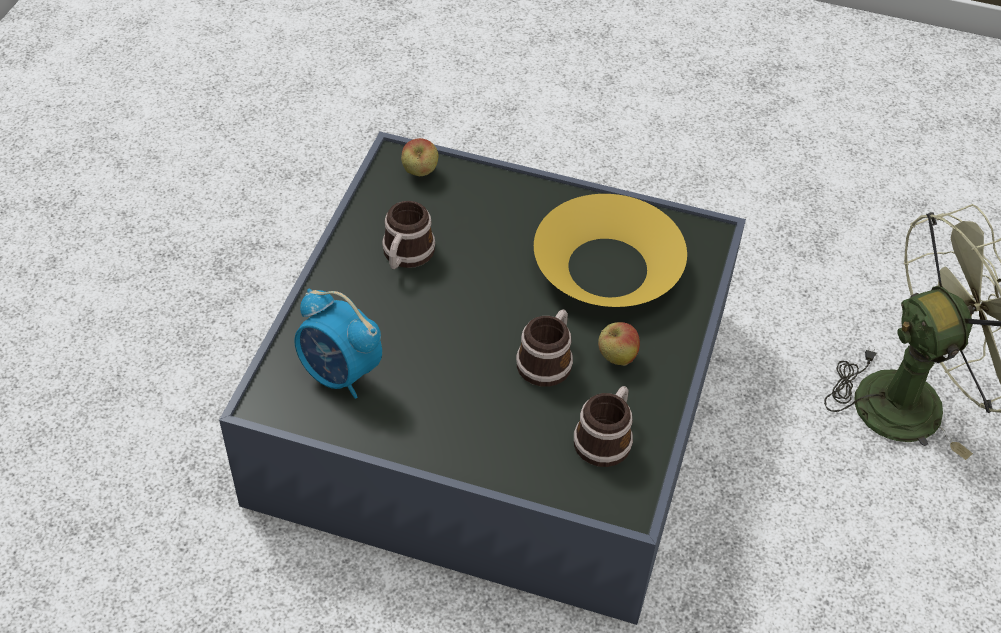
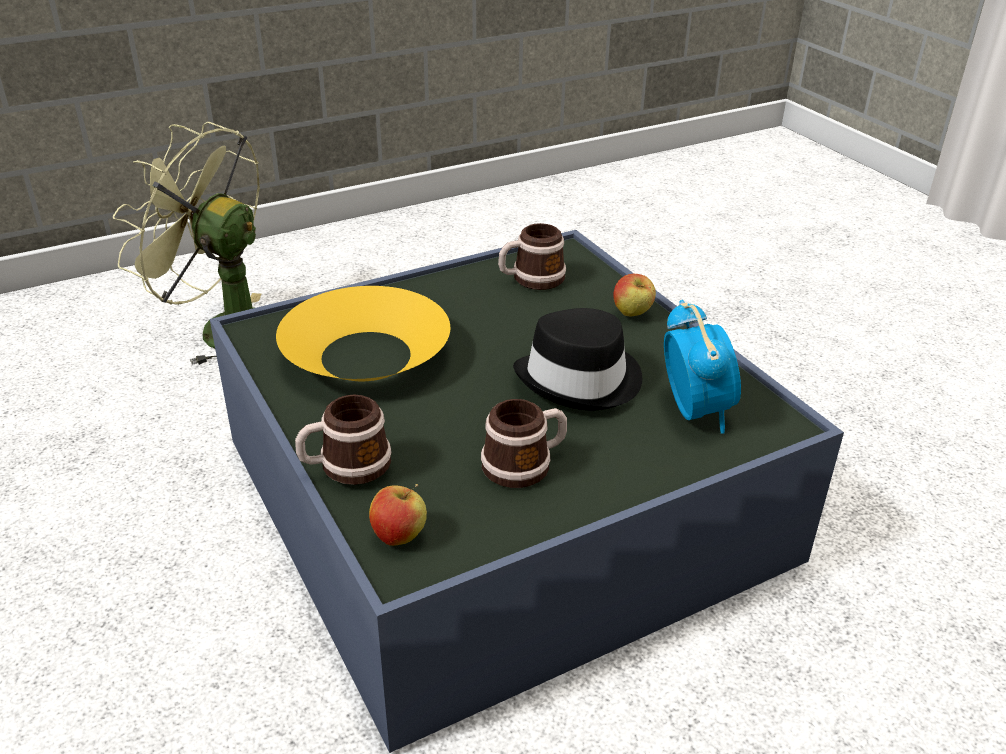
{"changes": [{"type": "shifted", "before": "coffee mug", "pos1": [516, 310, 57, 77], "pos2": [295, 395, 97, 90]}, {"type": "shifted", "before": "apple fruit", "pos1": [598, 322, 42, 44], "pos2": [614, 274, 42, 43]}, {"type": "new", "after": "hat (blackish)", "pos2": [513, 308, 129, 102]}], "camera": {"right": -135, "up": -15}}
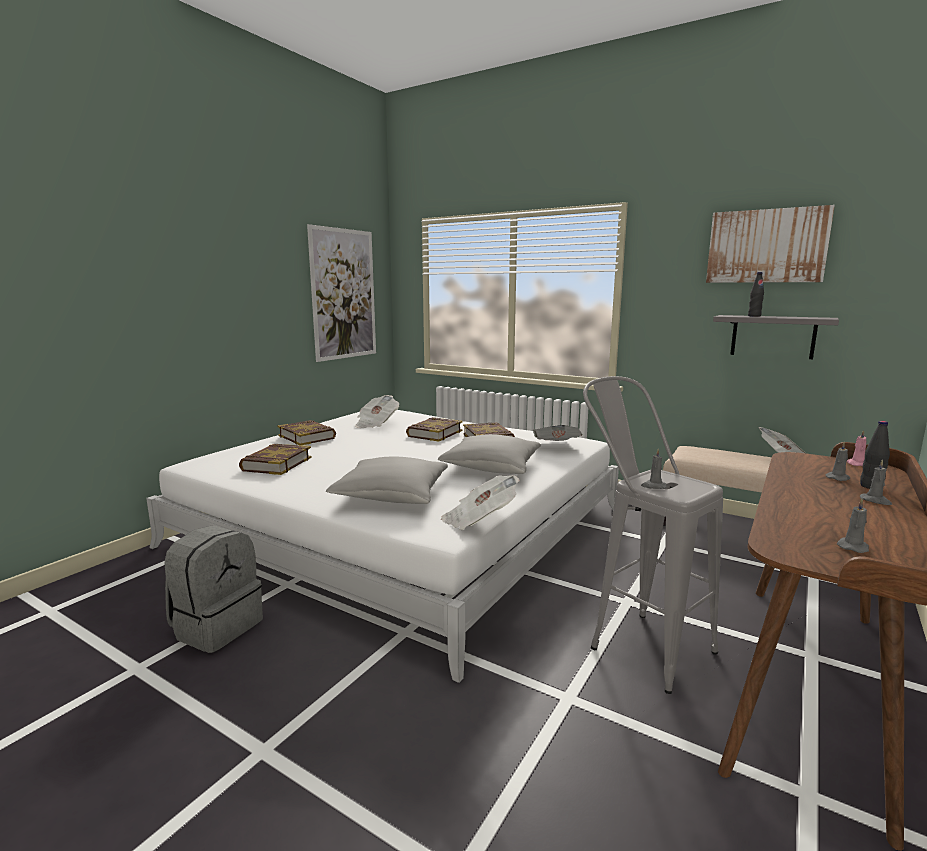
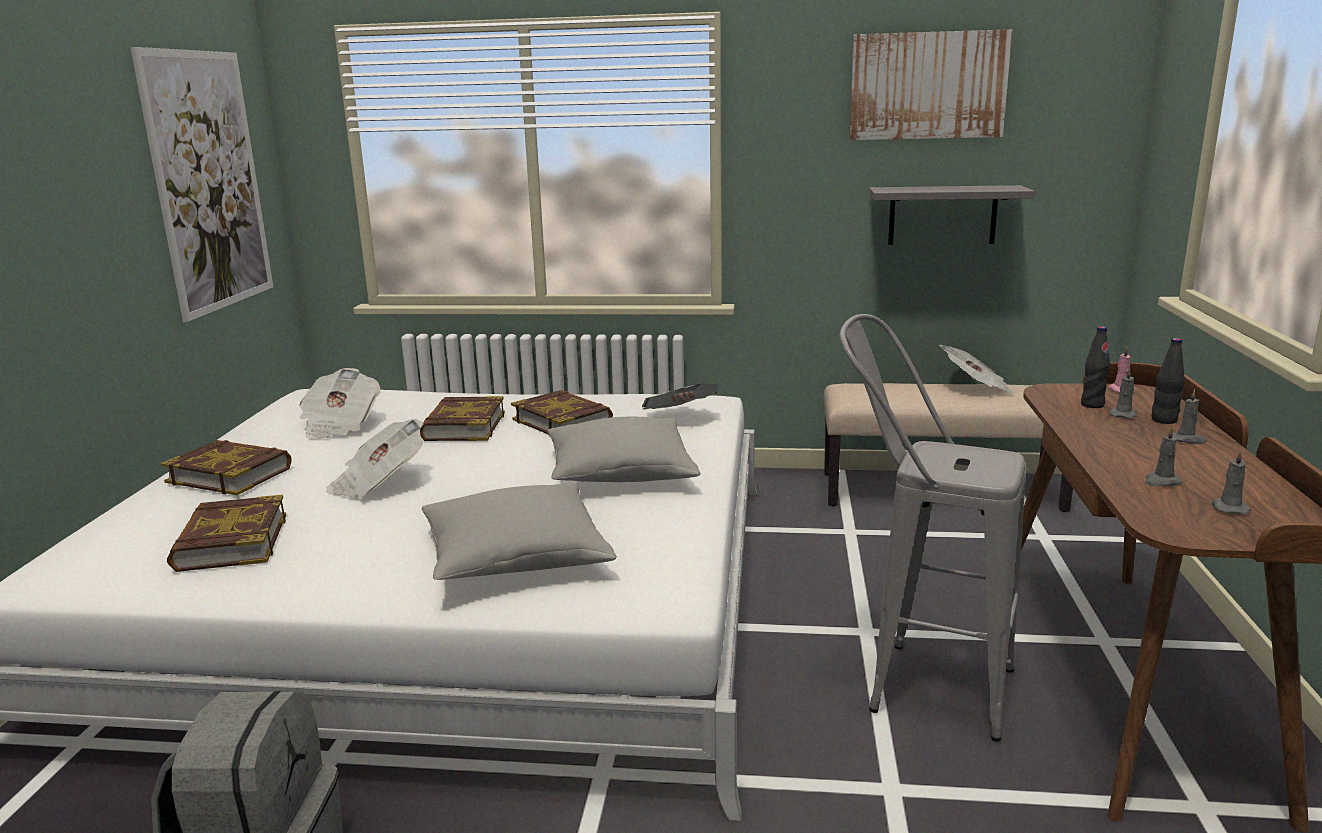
{"changes": [{"type": "shifted", "before": "newspaper", "pos1": [441, 475, 79, 55], "pos2": [326, 419, 98, 79]}, {"type": "shifted", "before": "wax candle (greyish)", "pos1": [641, 449, 26, 40], "pos2": [1145, 426, 37, 61]}, {"type": "shifted", "before": "bottle (blackish)", "pos1": [748, 272, 16, 45], "pos2": [1081, 326, 29, 82]}], "camera": {"right": -25, "up": 5}}
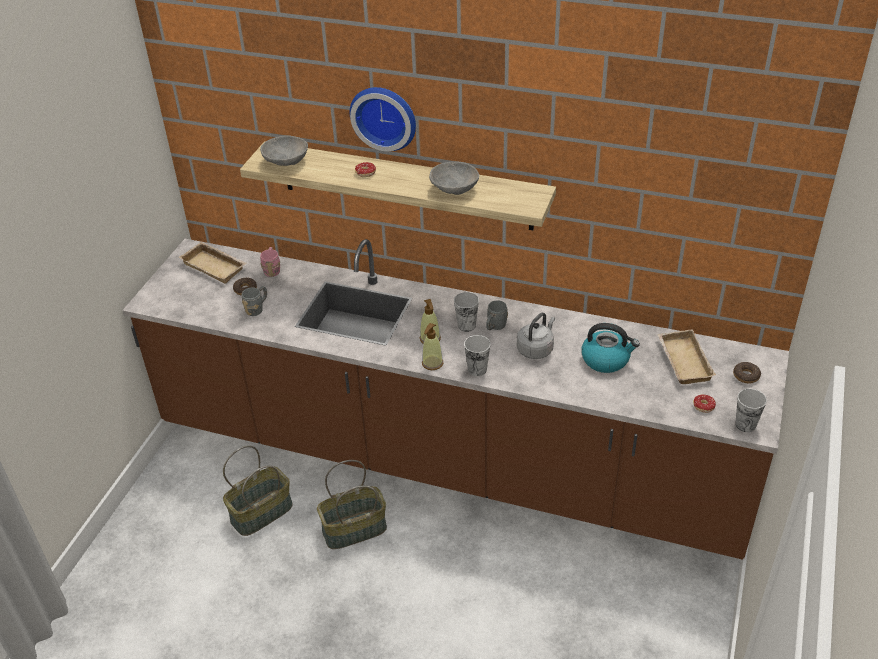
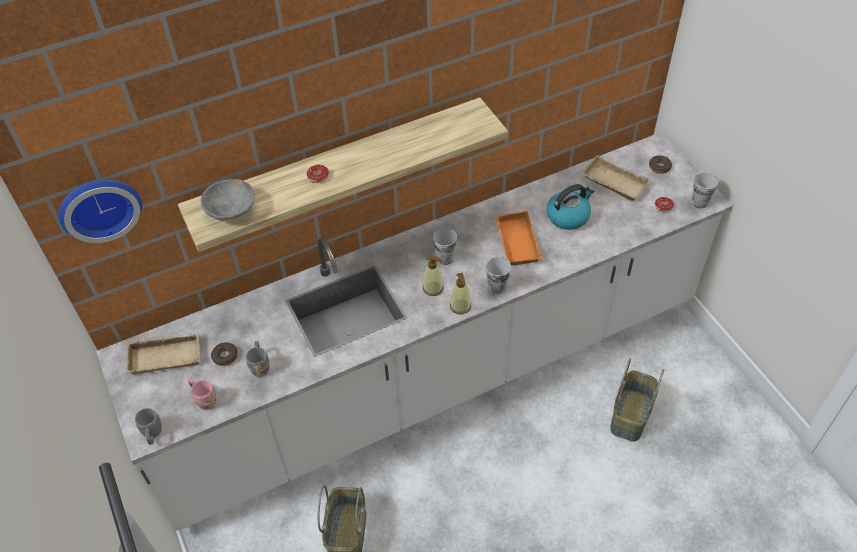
{"changes": [{"type": "repainted", "before": "kitchen counter (brown-coloured)", "after": "kitchen counter (white-coloured)", "pos1": [122, 239, 667, 321], "pos2": [96, 132, 637, 399]}, {"type": "shifted", "before": "coffee mug (pinkish)", "pos1": [260, 247, 20, 30], "pos2": [188, 379, 28, 31]}, {"type": "shifted", "before": "storage basket", "pos1": [317, 460, 70, 89], "pos2": [610, 358, 54, 84]}, {"type": "shifted", "before": "clock on the wall", "pos1": [350, 87, 66, 64], "pos2": [59, 179, 83, 64]}, {"type": "gone", "before": "serving bowl (greyish)", "pos1": [429, 162, 50, 33]}, {"type": "shifted", "before": "coffee mug (greyish)", "pos1": [486, 300, 22, 30], "pos2": [135, 408, 27, 37]}, {"type": "swapped", "before": "tea kettle (greyish)", "after": "tray (orange)", "pos1": [517, 313, 38, 46], "pos2": [495, 211, 47, 54]}], "camera": {"right": -45, "up": 10}}
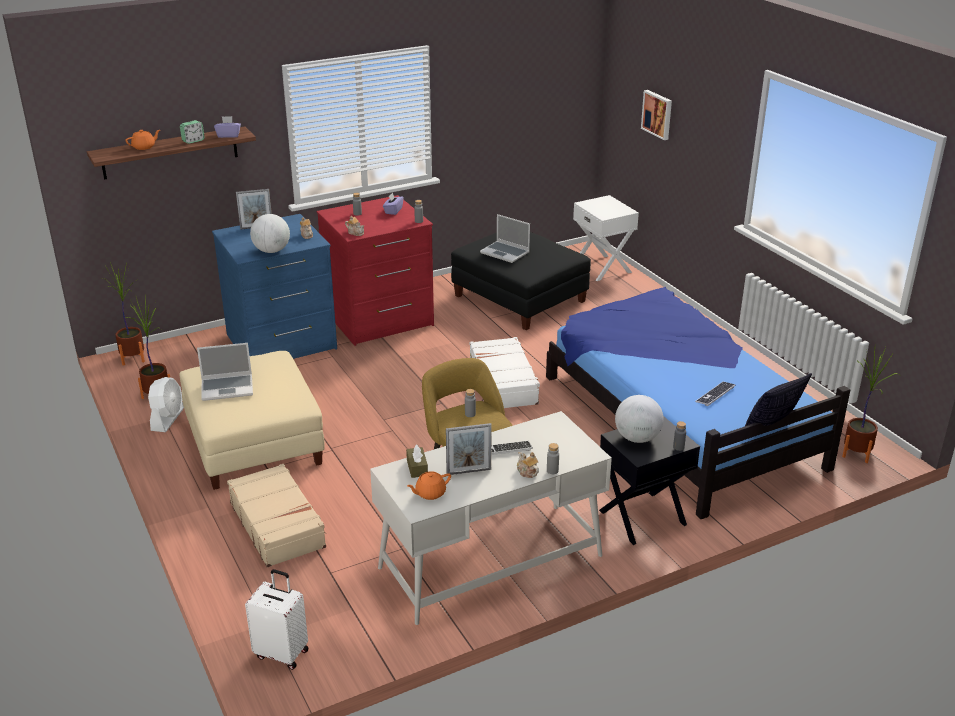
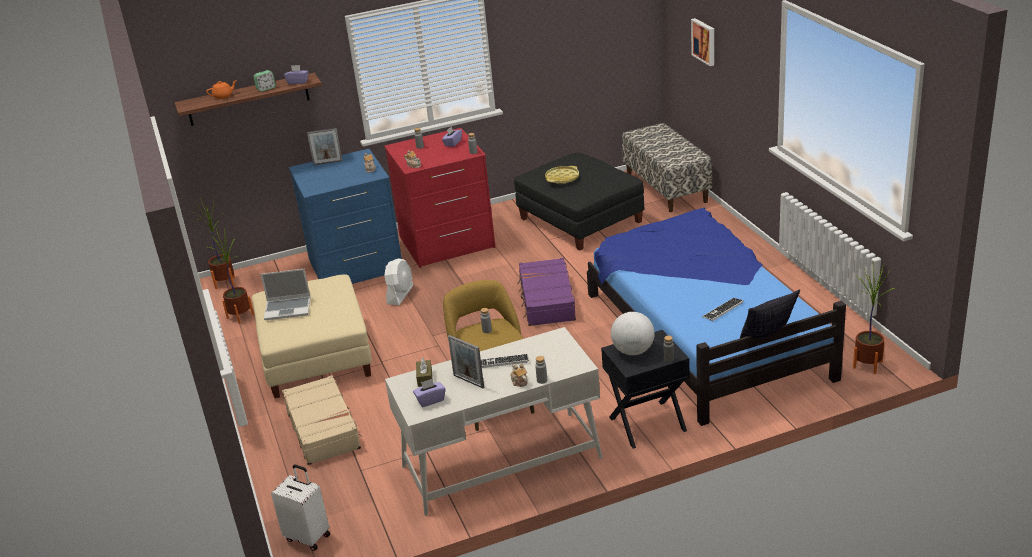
{"changes": [{"type": "shifted", "before": "fan (white-coloured)", "pos1": [148, 377, 36, 55], "pos2": [384, 258, 29, 47]}, {"type": "gone", "before": "globe", "pos1": [250, 214, 40, 39]}, {"type": "swapped", "before": "tea pot (orange)", "after": "tissue holder (purple)", "pos1": [407, 471, 44, 29], "pos2": [413, 379, 32, 28]}, {"type": "rotated", "before": "photo frame", "pos1": [446, 423, 46, 52], "pos2": [448, 335, 36, 53], "turn": 45}, {"type": "repainted", "before": "piece of luggage (white-coloured)", "after": "piece of luggage (purple)", "pos1": [470, 337, 70, 71], "pos2": [517, 258, 59, 68]}, {"type": "swapped", "before": "notebook computer", "after": "tray (yellow)", "pos1": [480, 214, 50, 49], "pos2": [545, 166, 34, 18]}, {"type": "swapped", "before": "bedside table (white-coloured)", "after": "indoor bench", "pos1": [573, 195, 66, 86], "pos2": [622, 123, 90, 89]}], "camera": {"right": 10, "up": 0}}
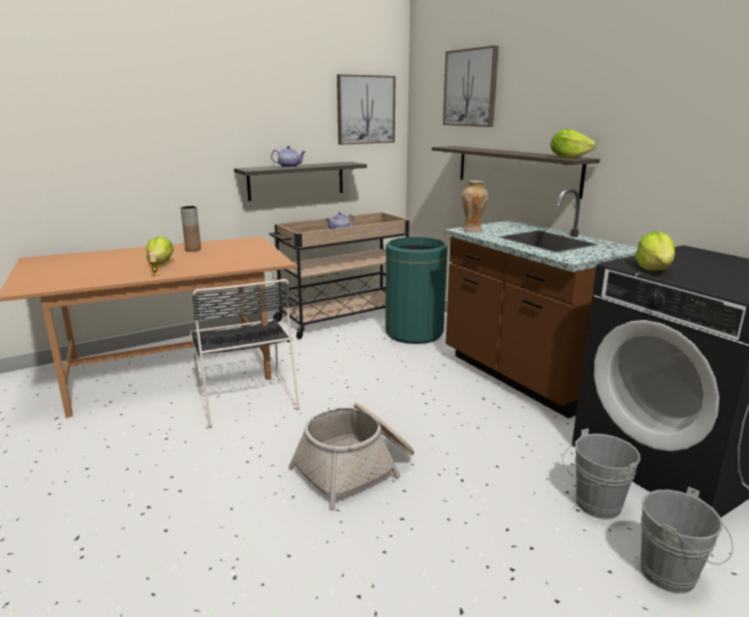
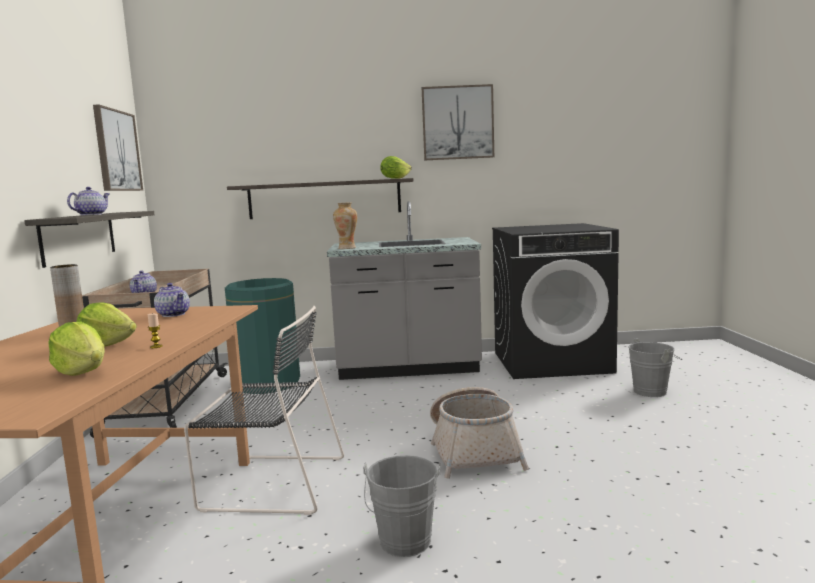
{"changes": [{"type": "shifted", "before": "wall picture", "pos1": [443, 45, 56, 82], "pos2": [422, 84, 72, 76]}, {"type": "repainted", "before": "kitchen counter (brown-coloured)", "after": "kitchen counter (greyish)", "pos1": [445, 188, 193, 230], "pos2": [327, 201, 155, 179]}, {"type": "shifted", "before": "pail (greyish)", "pos1": [562, 428, 79, 91], "pos2": [363, 455, 78, 102]}, {"type": "shifted", "before": "head of lettuce", "pos1": [635, 232, 40, 39], "pos2": [48, 322, 57, 54]}, {"type": "new", "after": "tea pot", "pos2": [154, 283, 36, 34]}], "camera": {"right": -60, "up": -10}}
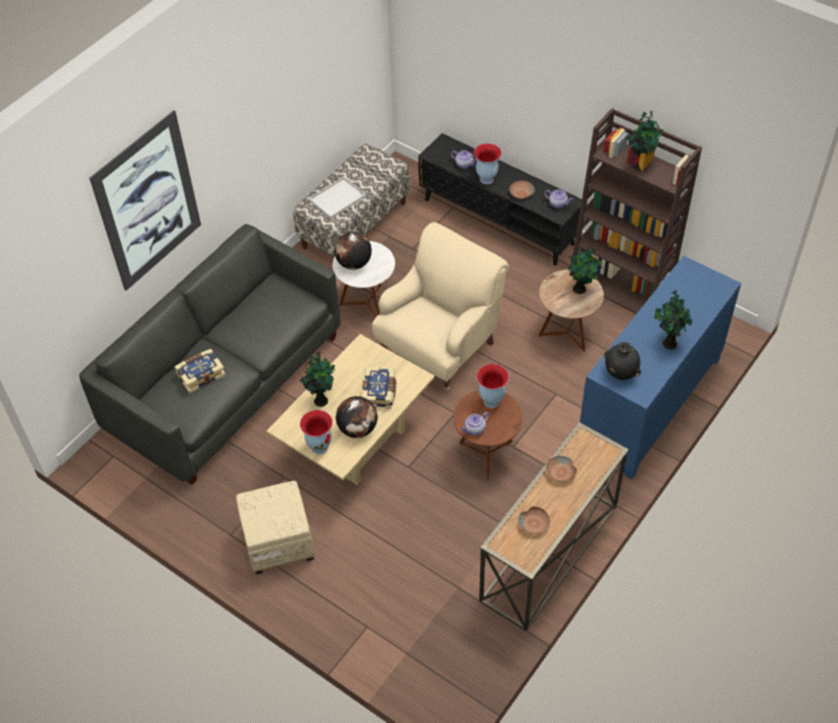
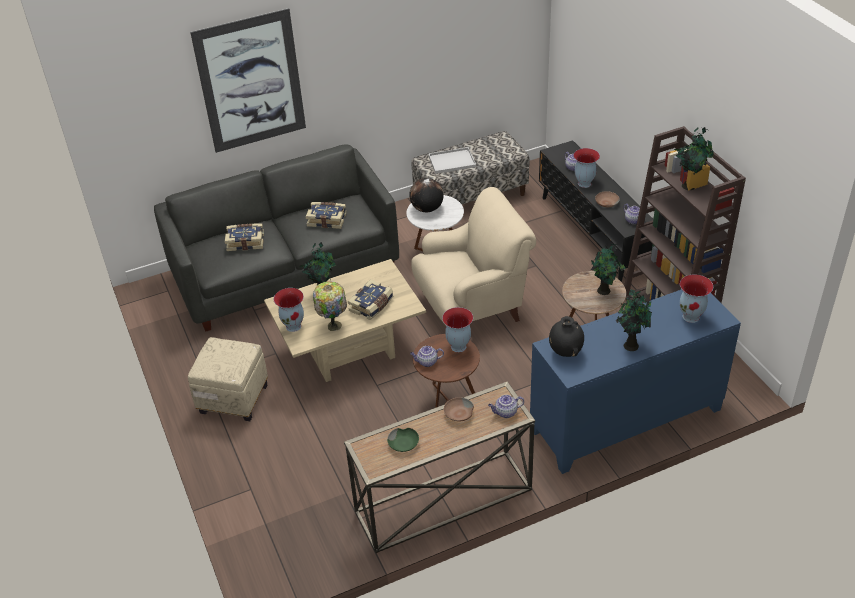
{"changes": [{"type": "swapped", "before": "globe", "after": "lamp for a table", "pos1": [336, 396, 42, 42], "pos2": [313, 281, 34, 50]}, {"type": "repainted", "before": "serving bowl (brown-coloured)", "after": "serving bowl (greenish)", "pos1": [518, 507, 32, 28], "pos2": [387, 428, 32, 24]}, {"type": "new", "after": "bound book", "pos2": [306, 202, 41, 27]}, {"type": "new", "after": "tea pot", "pos2": [488, 395, 36, 23]}, {"type": "new", "after": "vase", "pos2": [680, 274, 33, 49]}], "camera": {"right": 30, "up": -10}}
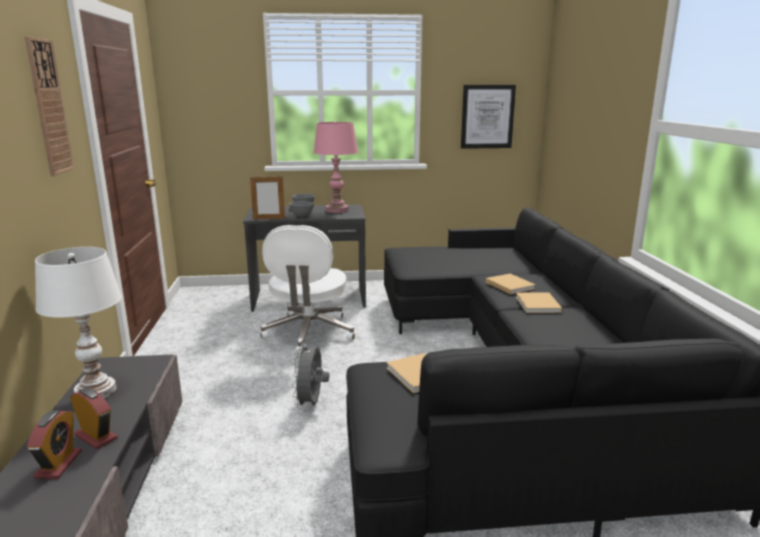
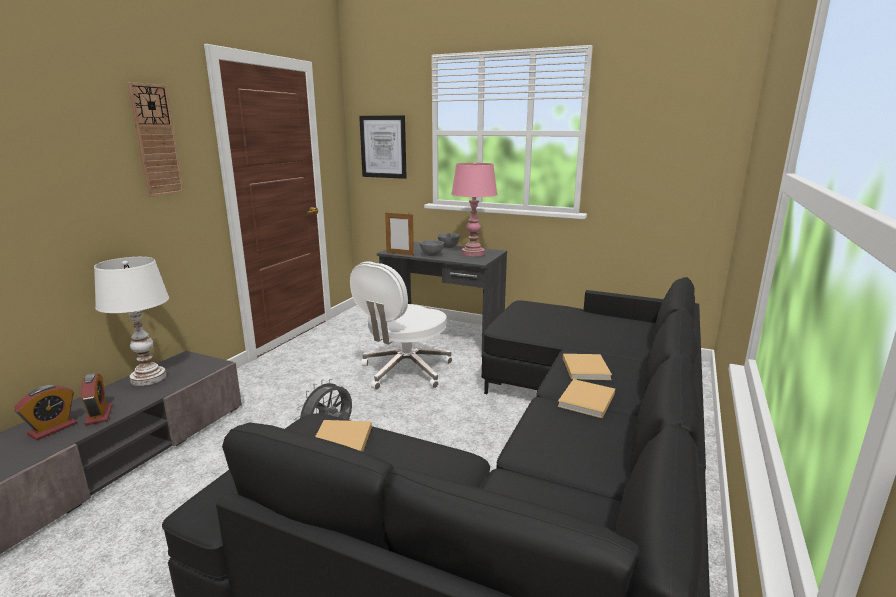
{"changes": [{"type": "shifted", "before": "wall picture", "pos1": [461, 85, 55, 64], "pos2": [359, 115, 48, 64]}], "camera": {"right": 30, "up": 0}}
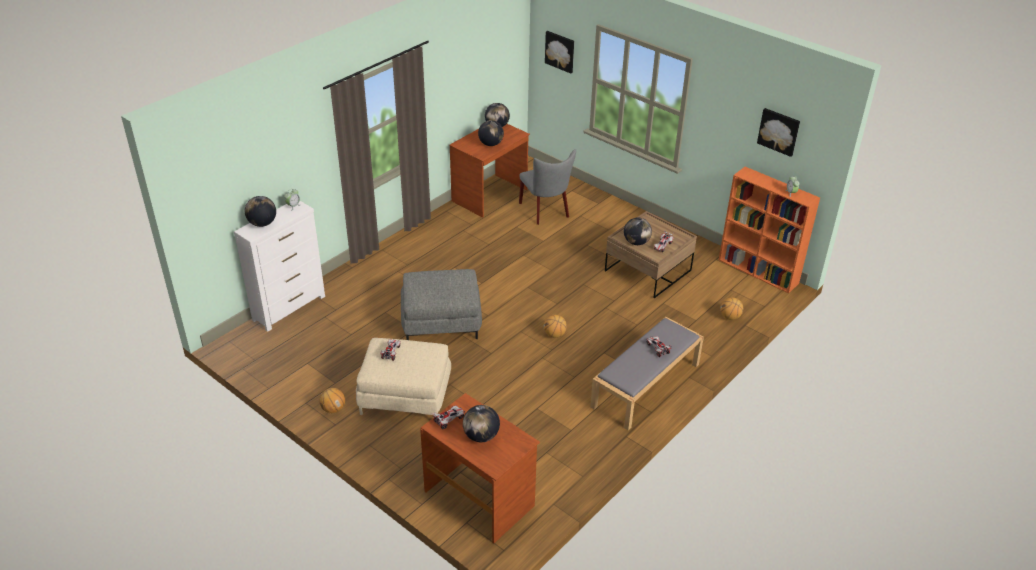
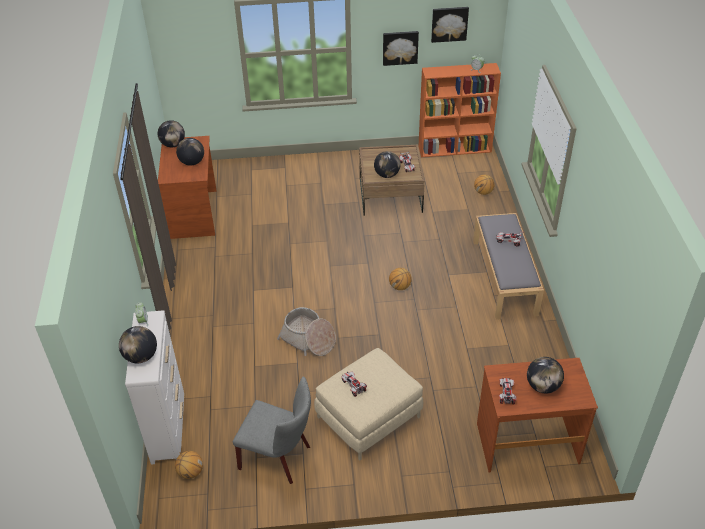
{"changes": [{"type": "shifted", "before": "ball for basketball", "pos1": [319, 388, 26, 25], "pos2": [175, 451, 28, 28]}, {"type": "swapped", "before": "footrest (greyish)", "after": "storage basket", "pos1": [401, 269, 81, 71], "pos2": [277, 307, 59, 49]}, {"type": "shifted", "before": "chair (greyish)", "pos1": [519, 149, 57, 76], "pos2": [233, 376, 78, 108]}, {"type": "shifted", "before": "wall picture", "pos1": [545, 31, 29, 42], "pos2": [383, 31, 36, 35]}], "camera": {"right": -45, "up": 5}}
